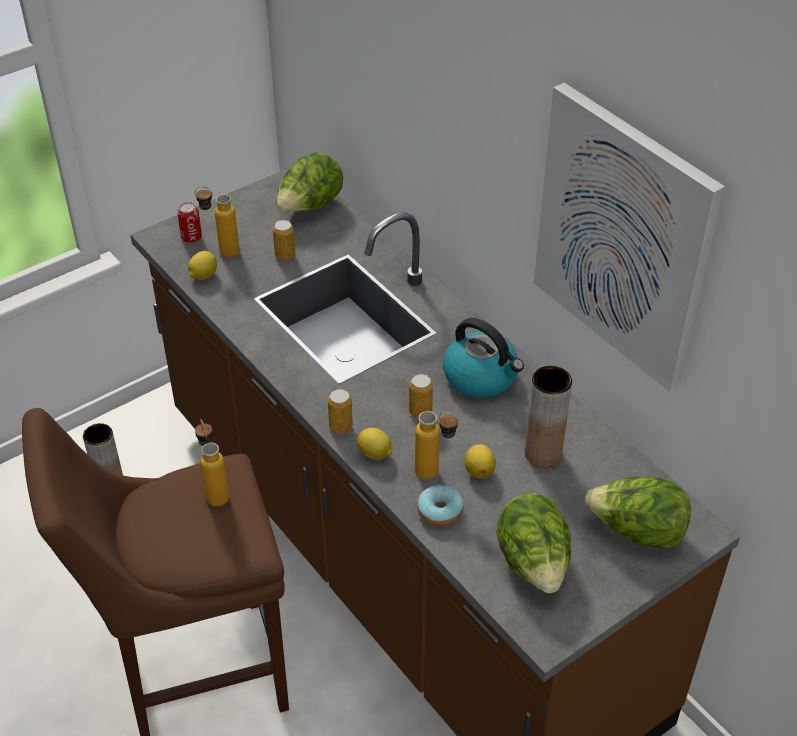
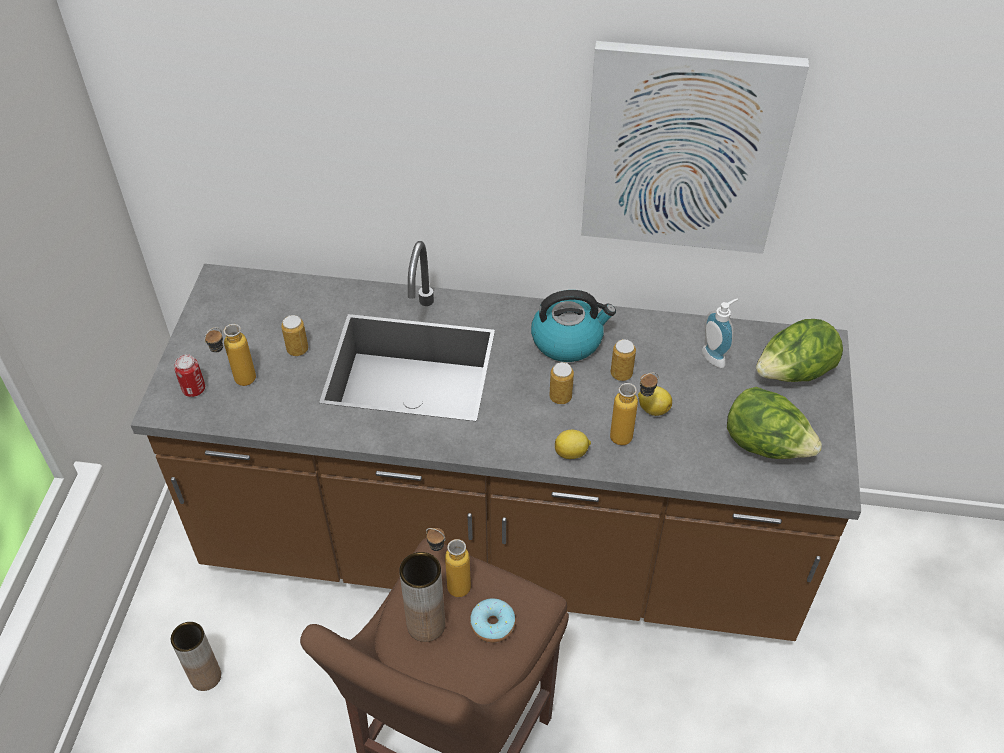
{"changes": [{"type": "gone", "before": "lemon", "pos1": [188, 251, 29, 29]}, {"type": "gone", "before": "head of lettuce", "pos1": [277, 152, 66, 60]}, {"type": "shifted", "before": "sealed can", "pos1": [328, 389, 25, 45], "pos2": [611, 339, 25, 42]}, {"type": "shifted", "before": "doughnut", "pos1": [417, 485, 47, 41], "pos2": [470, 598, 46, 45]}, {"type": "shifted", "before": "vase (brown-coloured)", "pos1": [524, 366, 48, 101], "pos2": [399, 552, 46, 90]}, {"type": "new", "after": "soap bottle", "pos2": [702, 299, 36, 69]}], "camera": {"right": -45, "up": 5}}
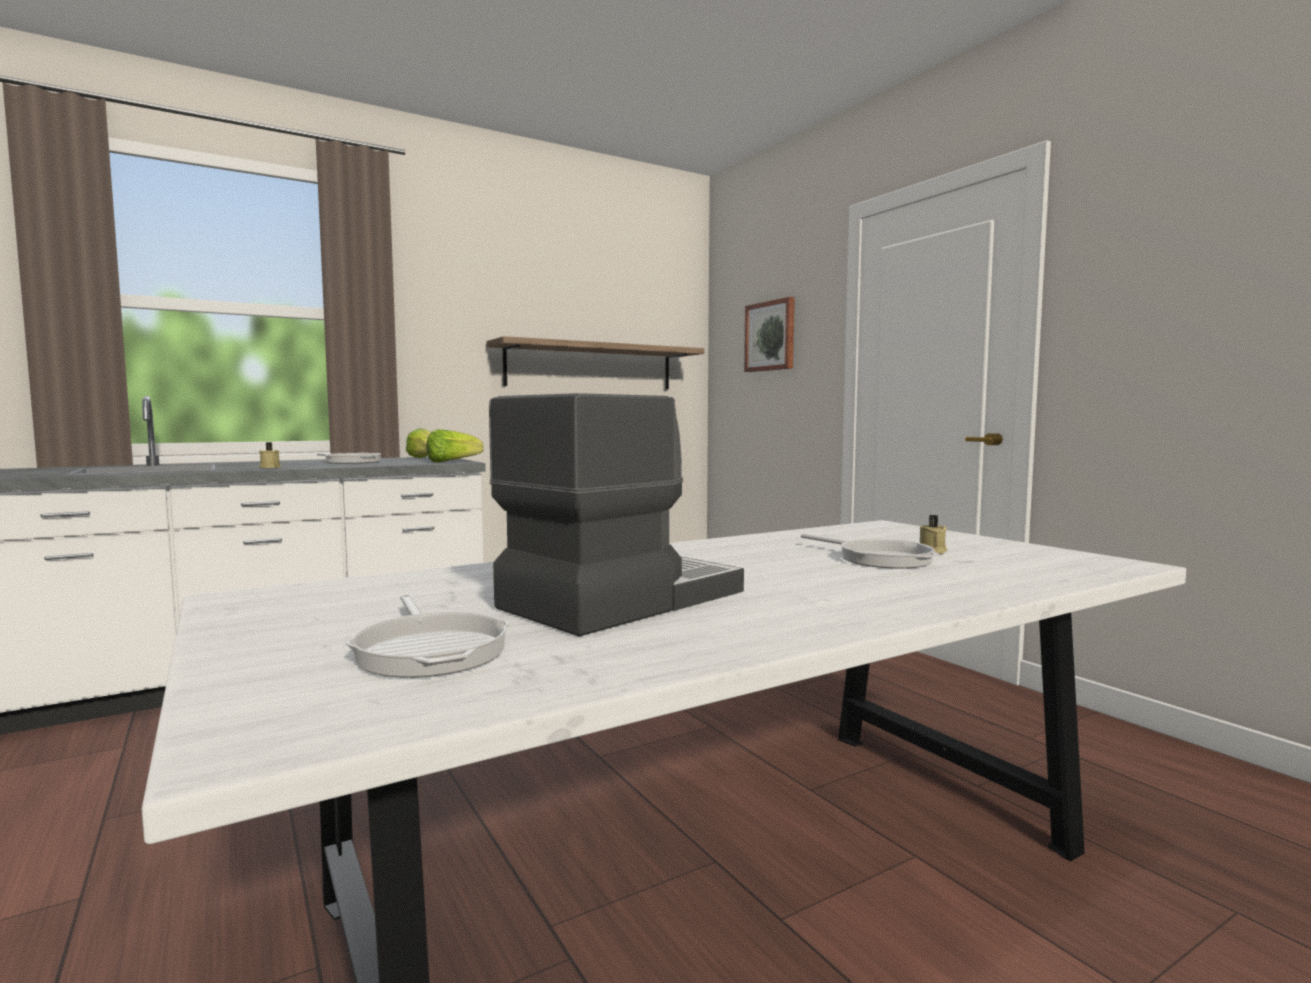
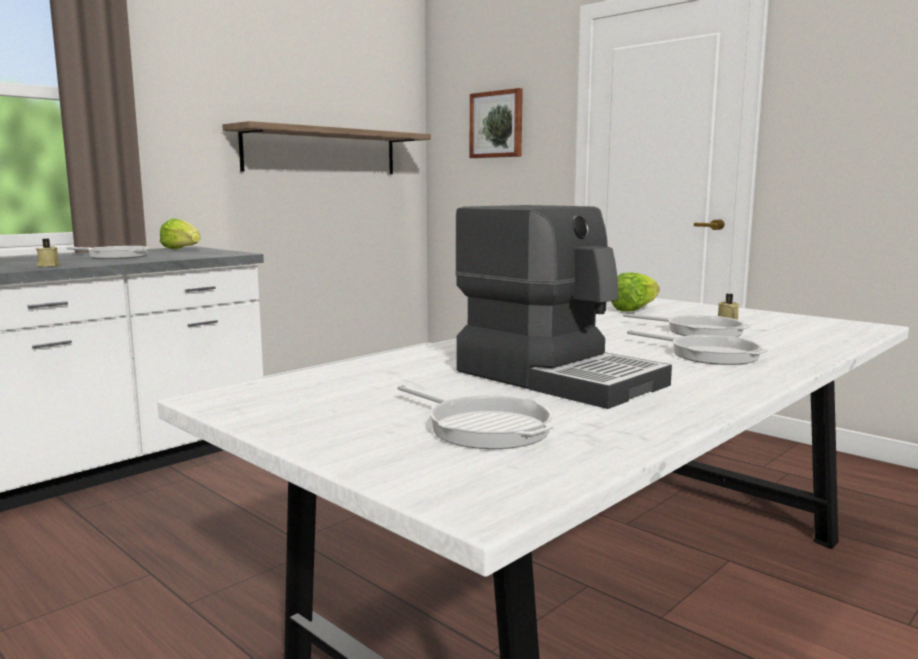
{"changes": [{"type": "shifted", "before": "head of lettuce", "pos1": [427, 429, 56, 34], "pos2": [611, 272, 49, 40]}, {"type": "rotated", "before": "coffee maker", "pos1": [489, 393, 255, 244], "pos2": [455, 205, 217, 204], "turn": 105}, {"type": "new", "after": "pan", "pos2": [627, 330, 141, 35]}], "camera": {"right": -15, "up": 5}}
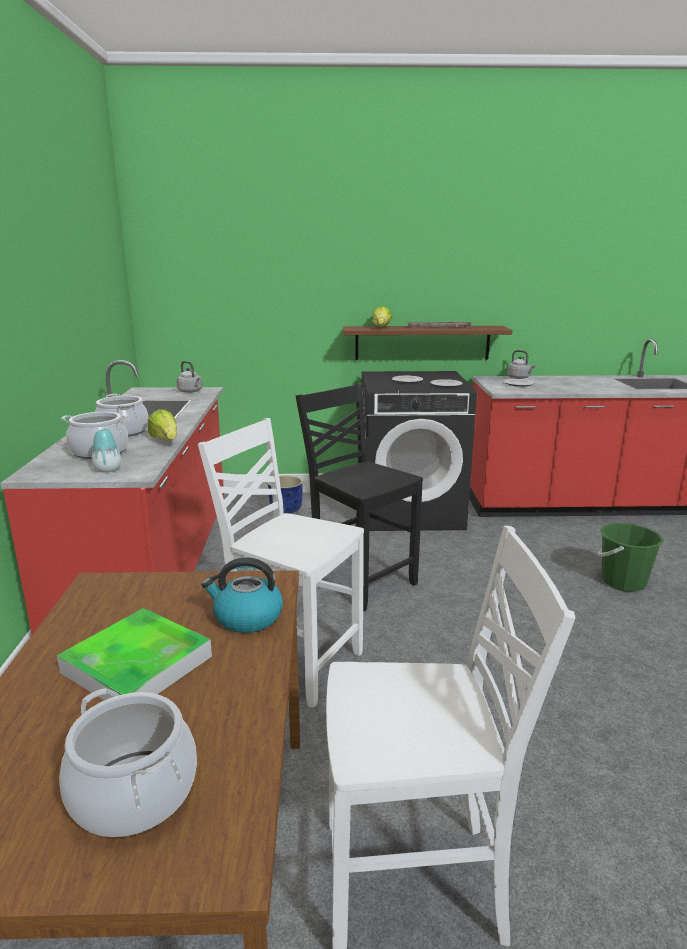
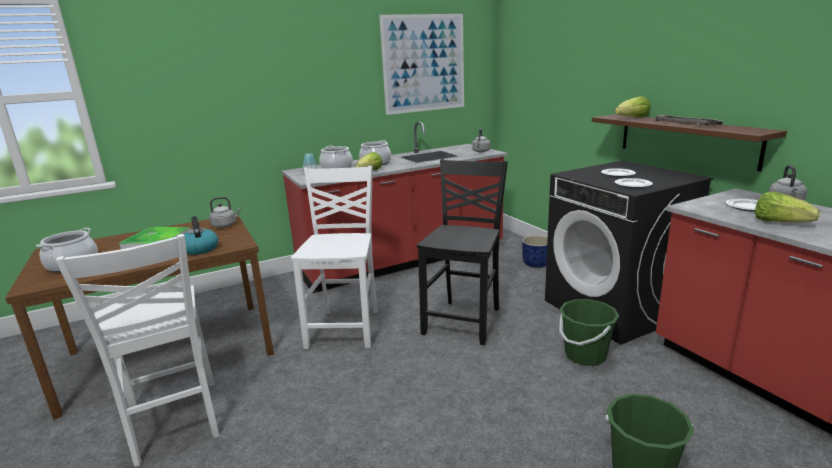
{"changes": [{"type": "new", "after": "tea kettle (greyish)", "pos2": [209, 197, 33, 31]}, {"type": "new", "after": "wall picture", "pos2": [379, 14, 85, 101]}, {"type": "new", "after": "pail (greenish)", "pos2": [559, 299, 60, 67]}, {"type": "new", "after": "head of lettuce", "pos2": [755, 192, 65, 30]}], "camera": {"right": 65, "up": 0}}
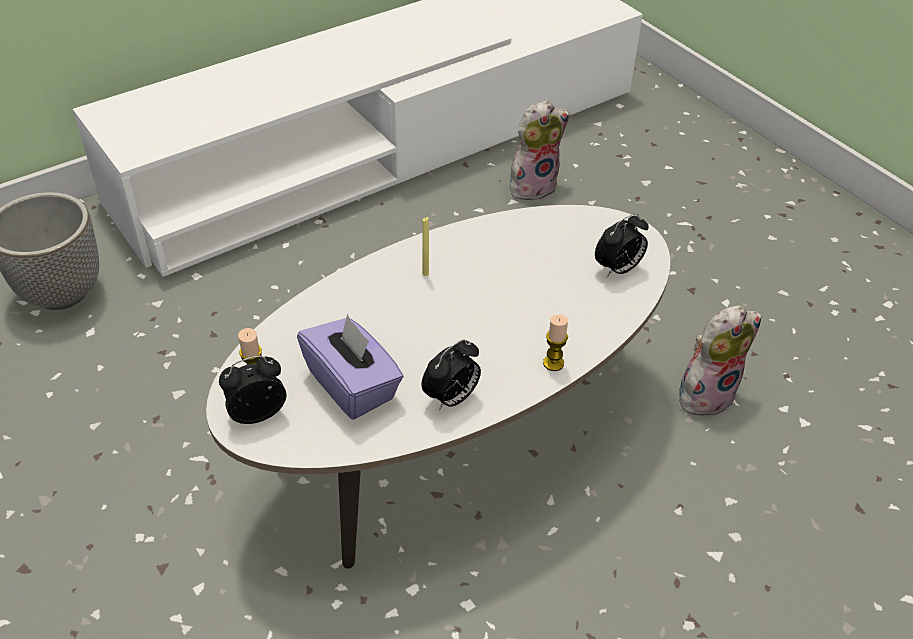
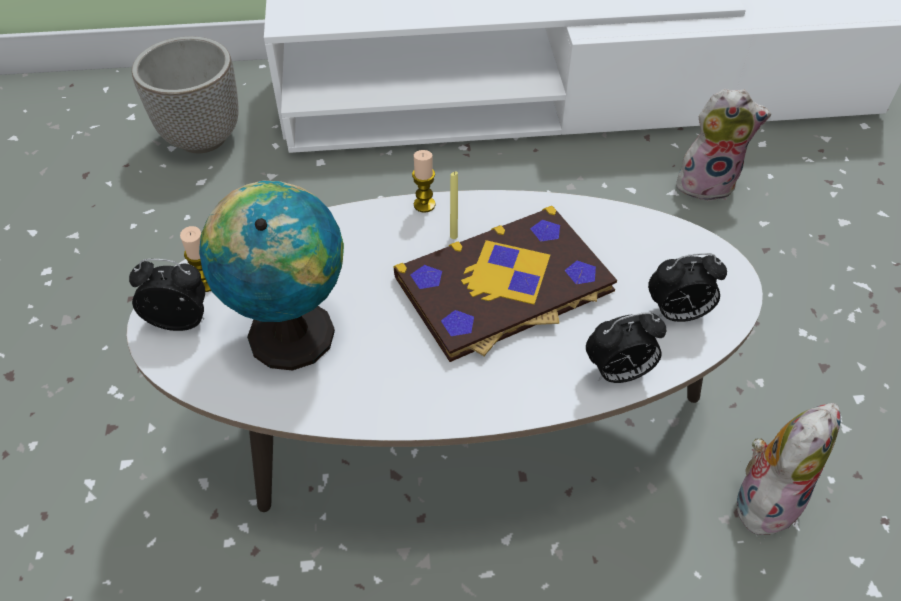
{"changes": [{"type": "swapped", "before": "tissue holder (purple)", "after": "globe", "pos1": [297, 314, 107, 106], "pos2": [199, 181, 145, 190]}, {"type": "shifted", "before": "bedside clock", "pos1": [421, 339, 60, 72], "pos2": [586, 312, 80, 71]}, {"type": "shifted", "before": "wax candle", "pos1": [543, 315, 25, 56], "pos2": [412, 150, 24, 63]}, {"type": "rotated", "before": "plush toy", "pos1": [679, 305, 83, 111], "pos2": [737, 403, 104, 140], "turn": -45}, {"type": "new", "after": "bound book", "pos2": [394, 206, 223, 156]}], "camera": {"right": 30, "up": 5}}
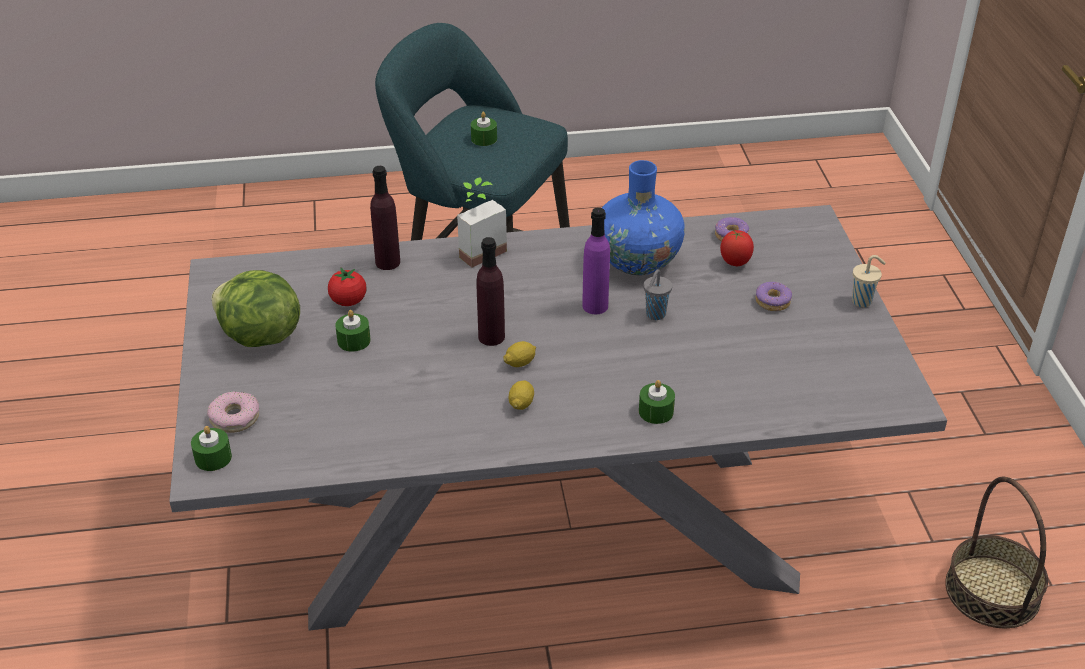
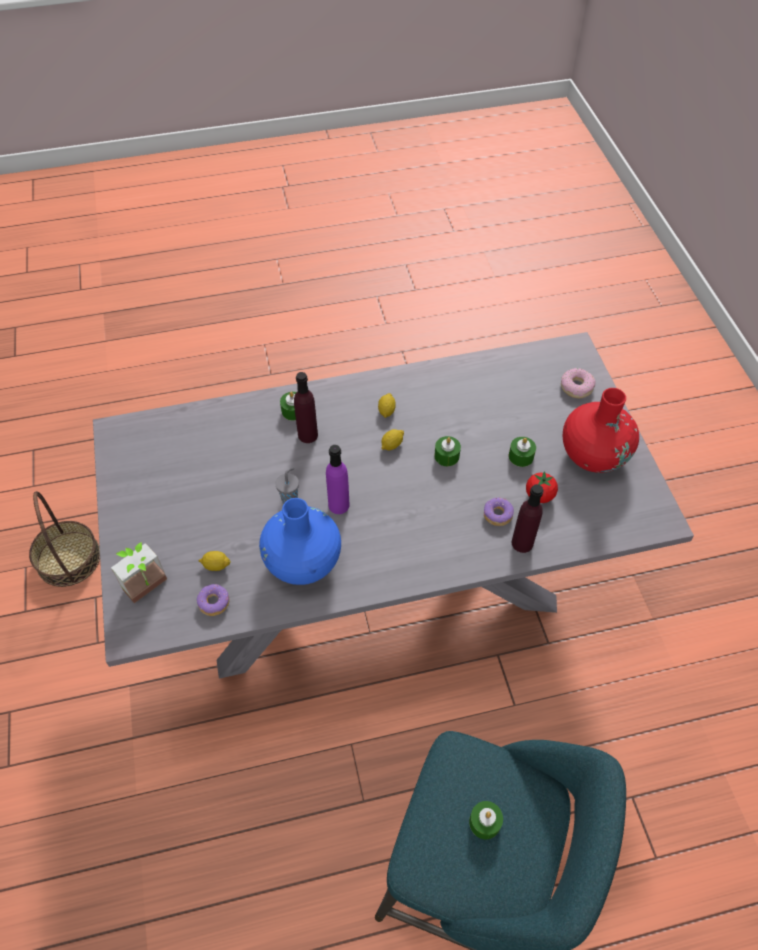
{"changes": [{"type": "shifted", "before": "wax candle (greenish)", "pos1": [191, 426, 41, 45], "pos2": [434, 436, 27, 30]}, {"type": "swapped", "before": "head of lettuce", "after": "vase (red-coloured)", "pos1": [211, 270, 89, 77], "pos2": [563, 388, 76, 85]}, {"type": "shifted", "before": "houseplant", "pos1": [457, 177, 50, 91], "pos2": [111, 542, 56, 61]}, {"type": "shifted", "before": "bottle (purple)", "pos1": [477, 237, 28, 109], "pos2": [294, 372, 24, 71]}, {"type": "swapped", "before": "whole tomato", "after": "lemon", "pos1": [720, 230, 34, 36], "pos2": [199, 551, 32, 20]}, {"type": "shifted", "before": "doughnut", "pos1": [755, 282, 37, 29], "pos2": [484, 497, 30, 29]}, {"type": "gone", "before": "cup (beige-coloured)", "pos1": [852, 255, 34, 52]}], "camera": {"right": 175, "up": 15}}
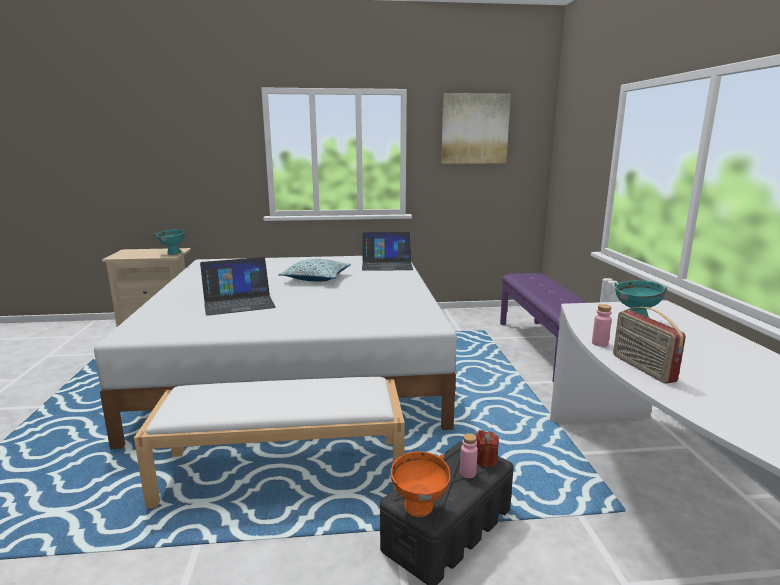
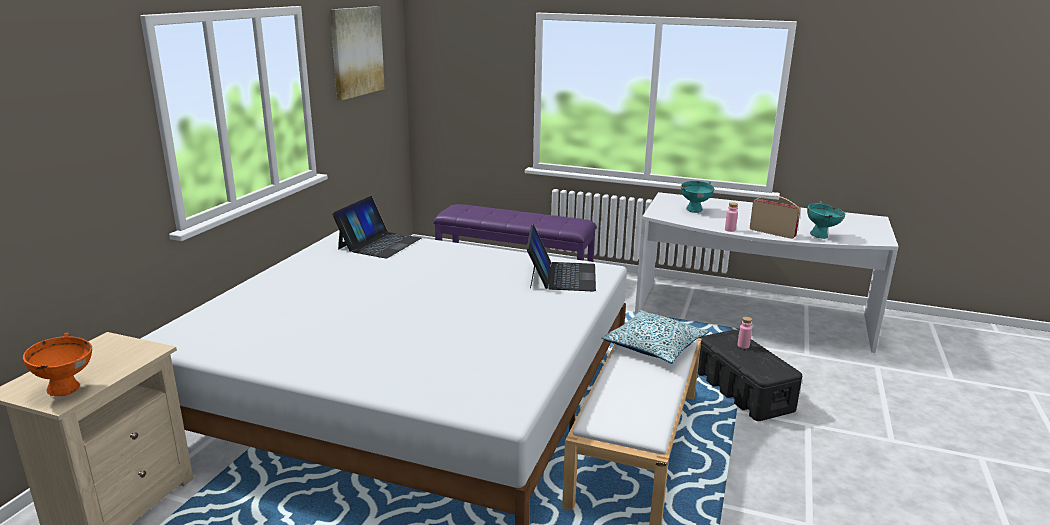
{"changes": [{"type": "shifted", "before": "serving bowl (turquoise)", "pos1": [155, 229, 31, 26], "pos2": [807, 201, 38, 38]}, {"type": "shifted", "before": "notebook computer", "pos1": [200, 257, 76, 59], "pos2": [526, 224, 70, 67]}, {"type": "shifted", "before": "pillow", "pos1": [279, 259, 72, 23], "pos2": [602, 310, 106, 53]}, {"type": "shifted", "before": "serving bowl (orange)", "pos1": [391, 451, 60, 66], "pos2": [23, 333, 69, 63]}, {"type": "gone", "before": "wax candle (red-coloured)", "pos1": [476, 430, 23, 38]}, {"type": "rotated", "before": "radio receiver", "pos1": [613, 307, 73, 76], "pos2": [750, 195, 51, 44], "turn": -150}], "camera": {"right": -65, "up": 5}}
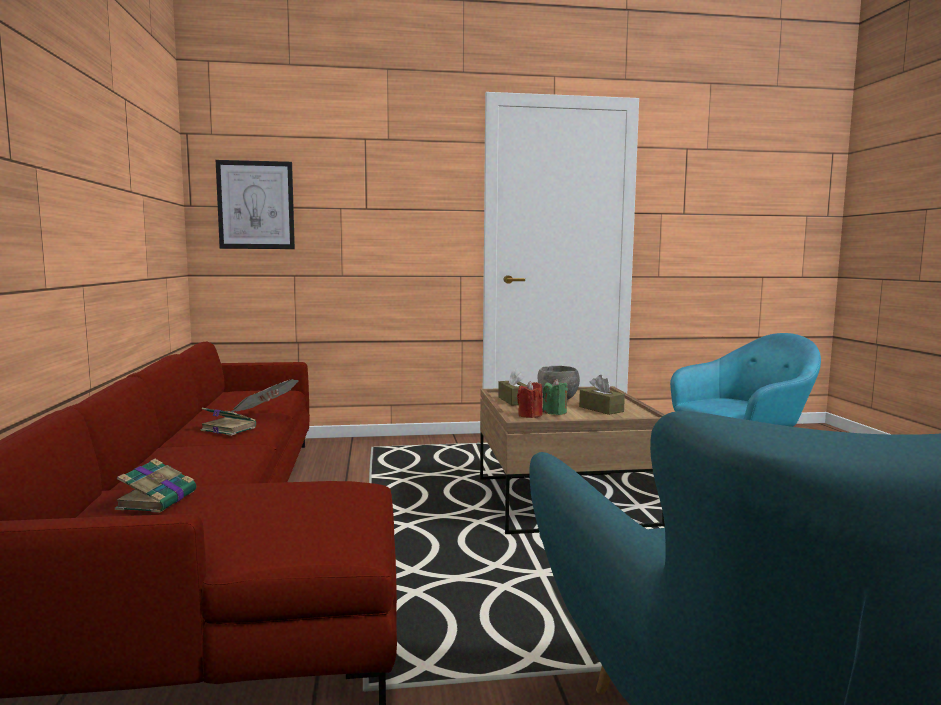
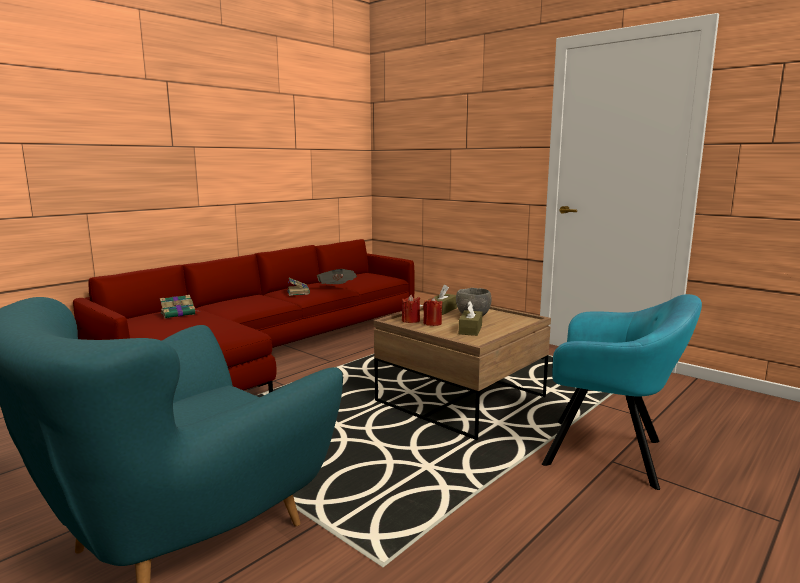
{"changes": [{"type": "gone", "before": "wall picture", "pos1": [216, 160, 79, 89]}, {"type": "repainted", "before": "wax candle (greenish)", "after": "wax candle (red-coloured)", "pos1": [543, 379, 25, 36], "pos2": [423, 297, 19, 29]}], "camera": {"right": 50, "up": 5}}
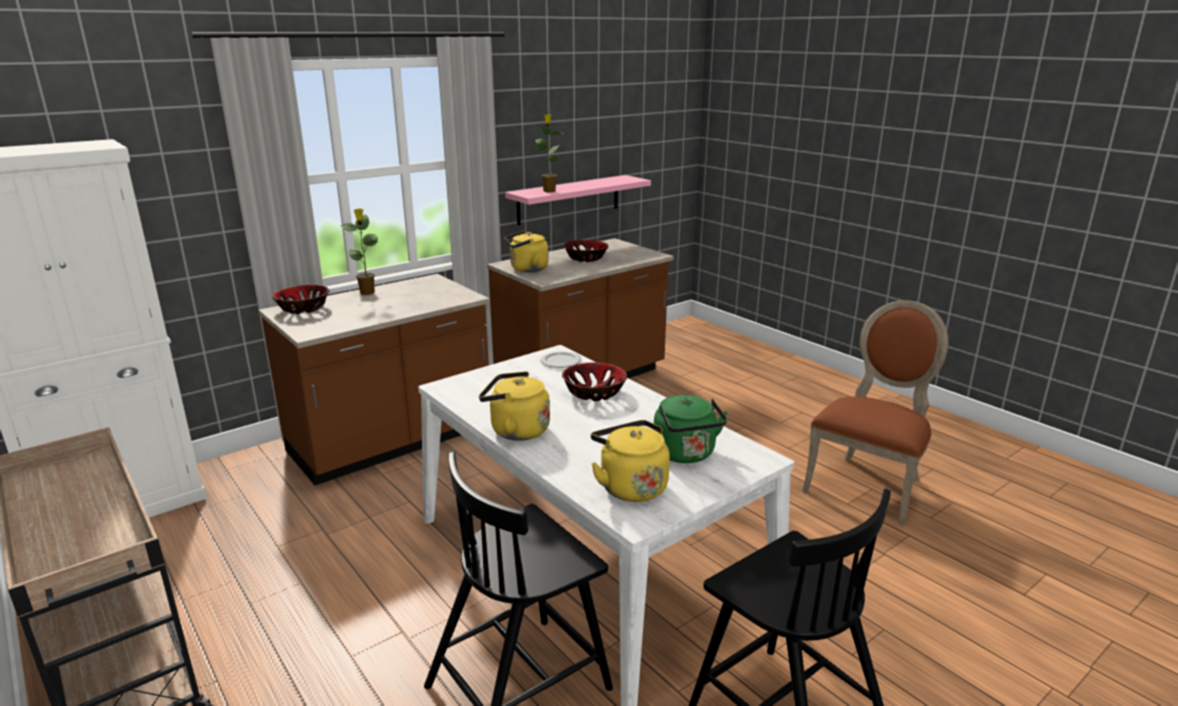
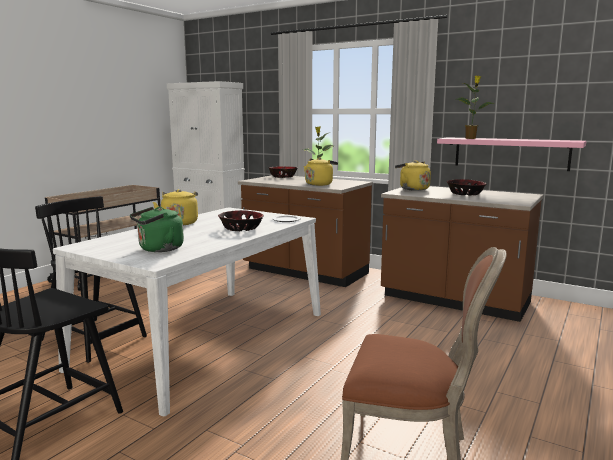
{"changes": [{"type": "shifted", "before": "tea kettle (yellow)", "pos1": [591, 420, 79, 82], "pos2": [304, 157, 34, 29]}], "camera": {"right": 70, "up": -10}}
